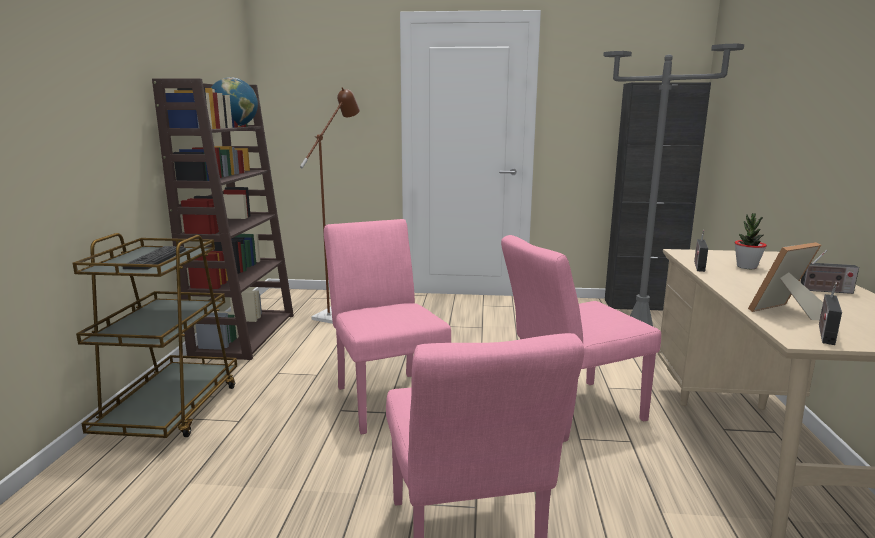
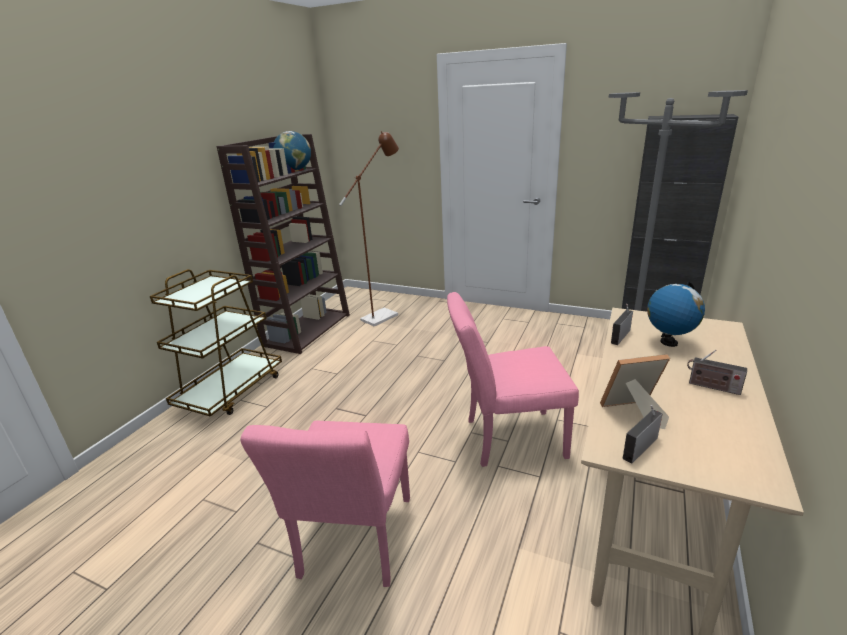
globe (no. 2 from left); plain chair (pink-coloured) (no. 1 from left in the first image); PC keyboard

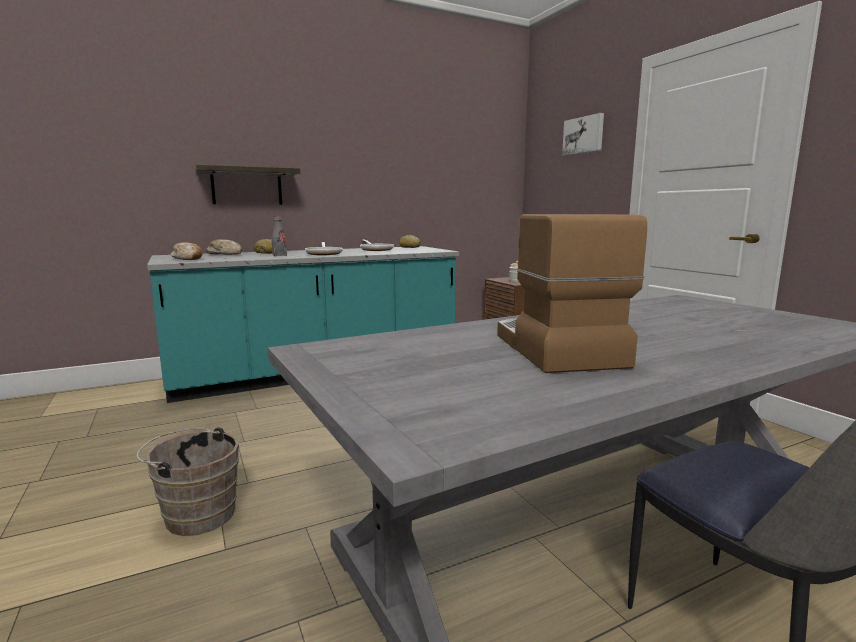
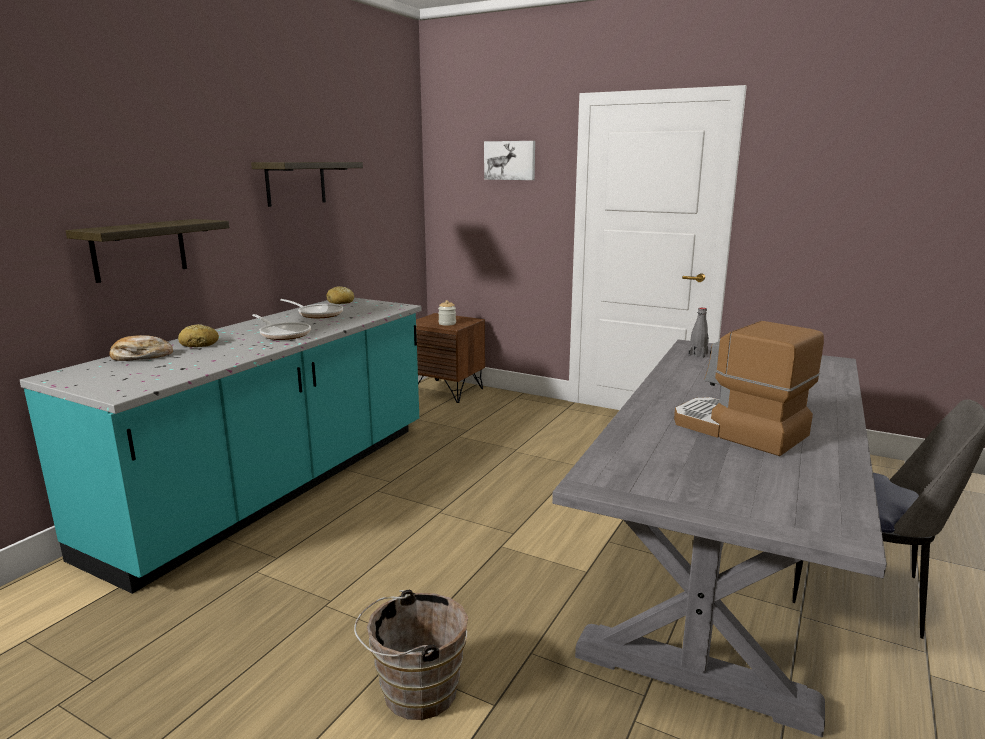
bottle (grey); bakery bread (no. 1 from left in the first image); bracket shelf (no. 2 from left)

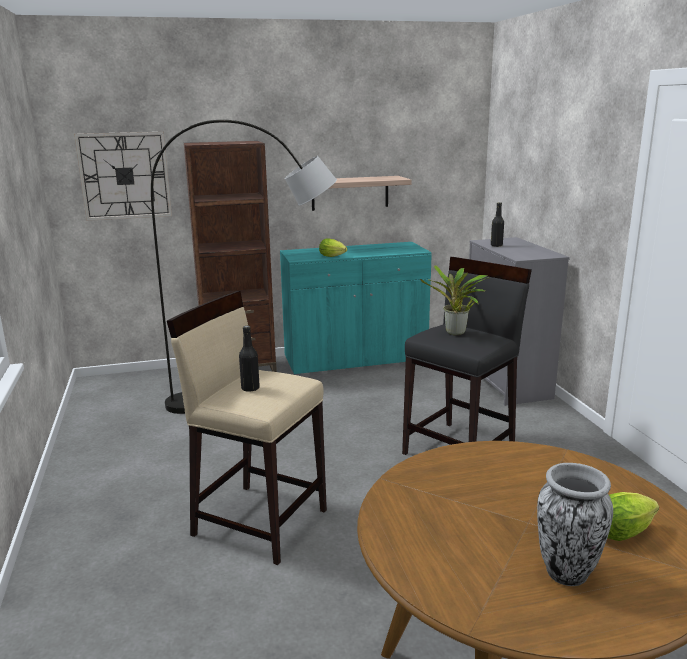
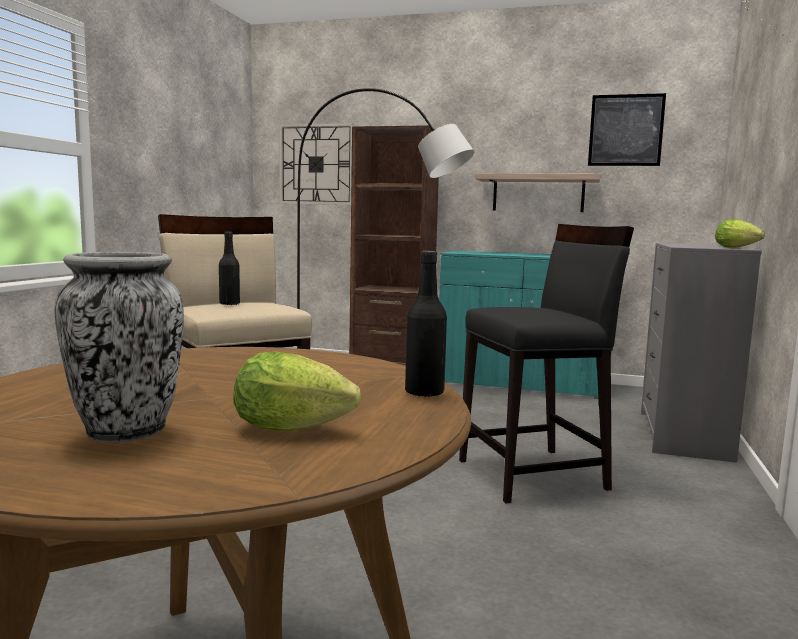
bottle (black-coloured) (no. 2 from left); head of lettuce (no. 2 from left); potted plant; picture

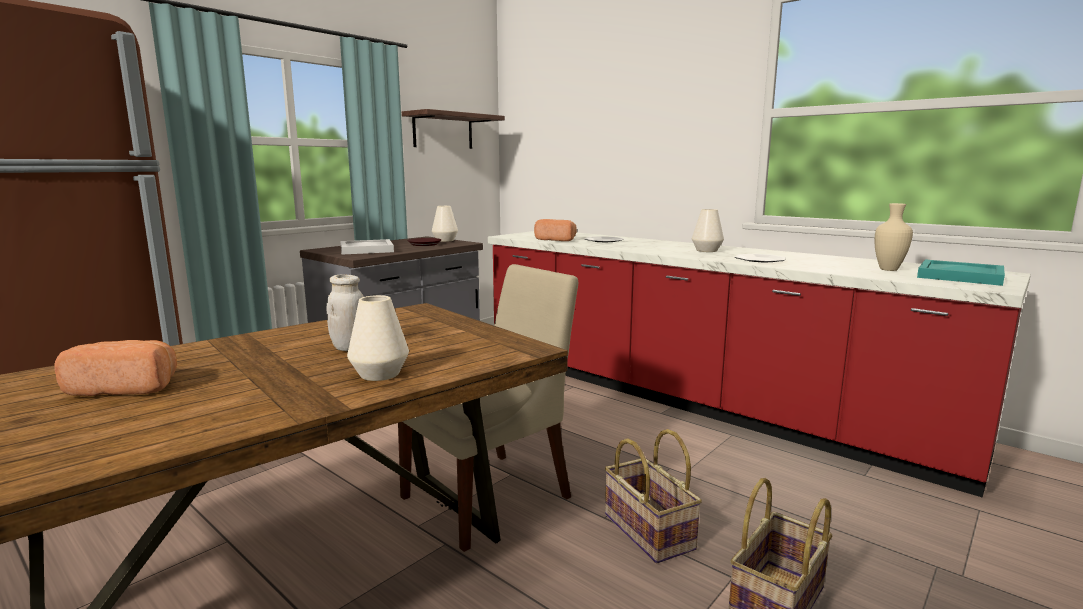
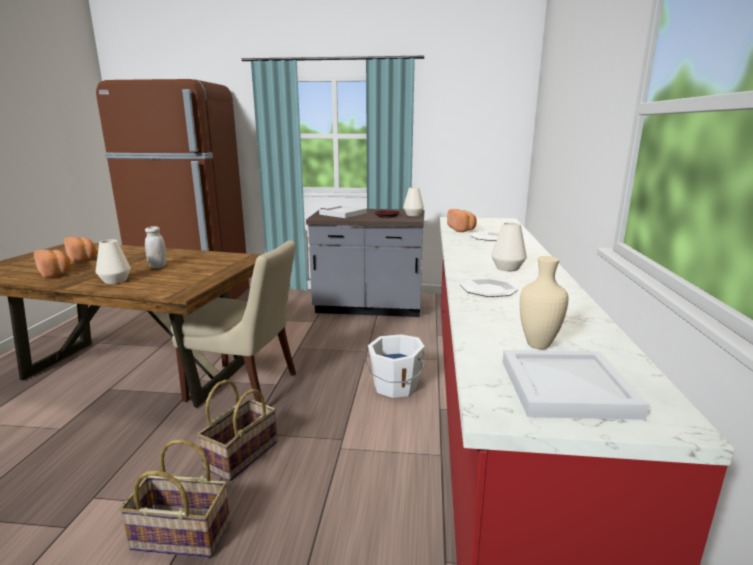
bracket shelf; carrying tray (whitish) (no. 2 from left); bakery bread (no. 1 from left); bucket (whitish)

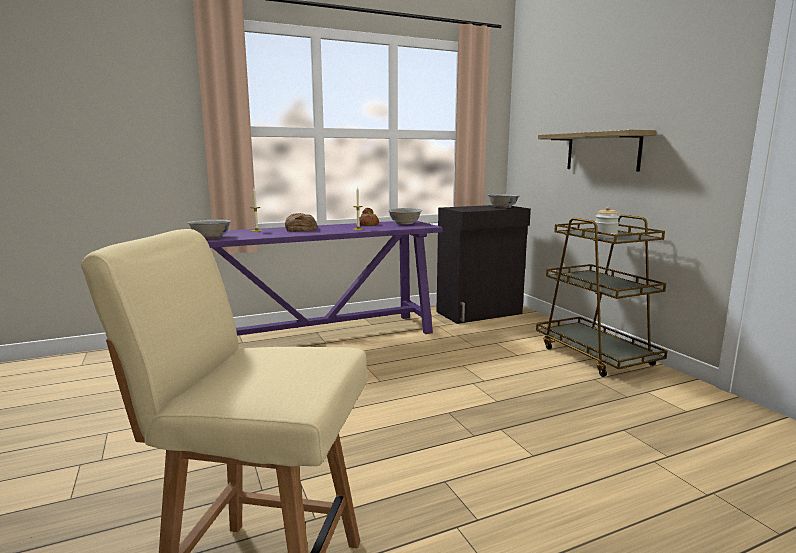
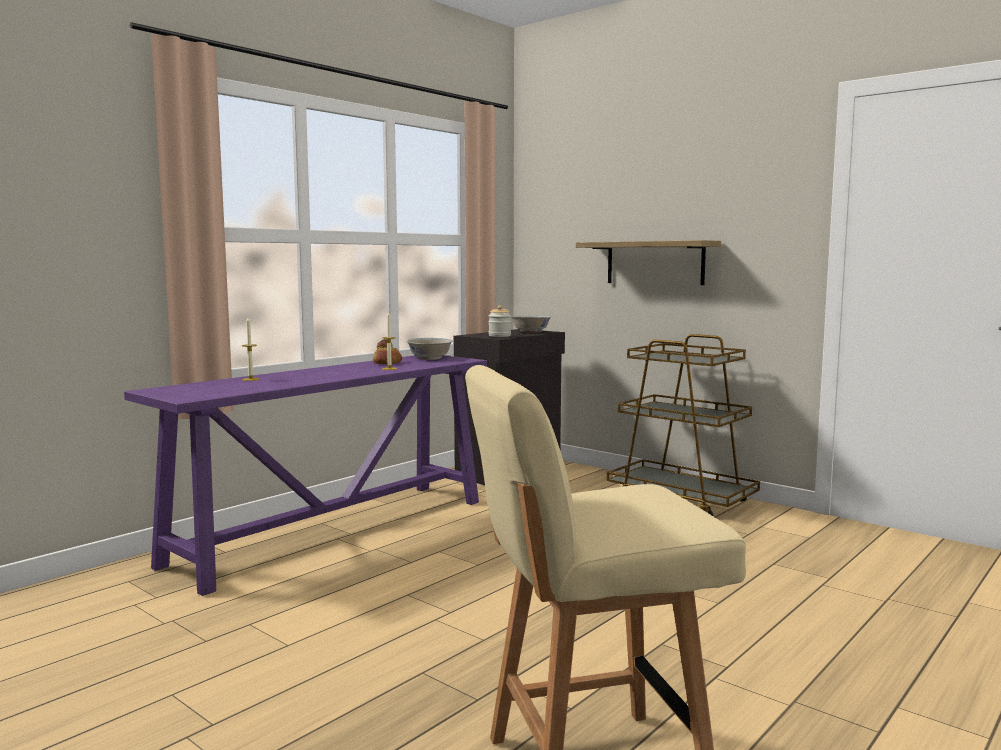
jar; bakery bread (no. 1 from left in the first image); serving bowl (whitish) (no. 1 from left in the first image)

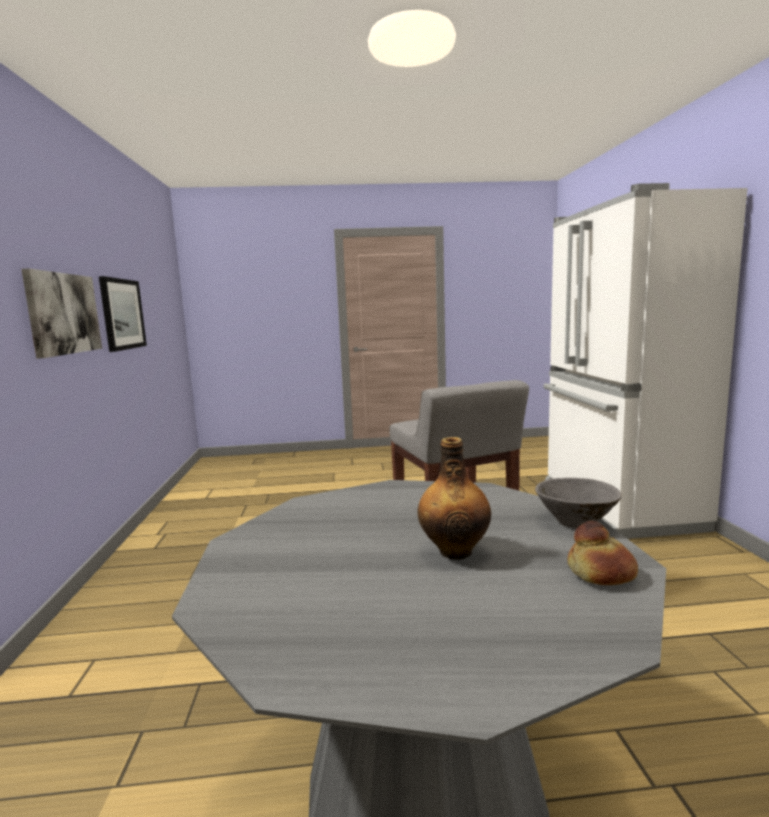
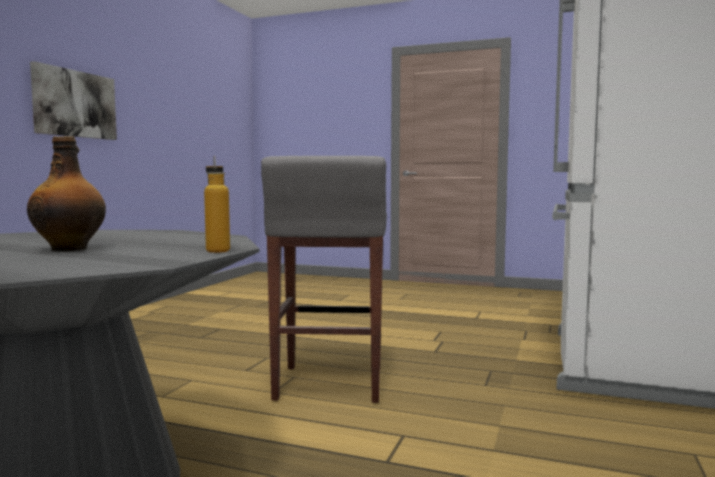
picture (no. 2 from left in the first image); bottle (no. 2 from left); bakery bread

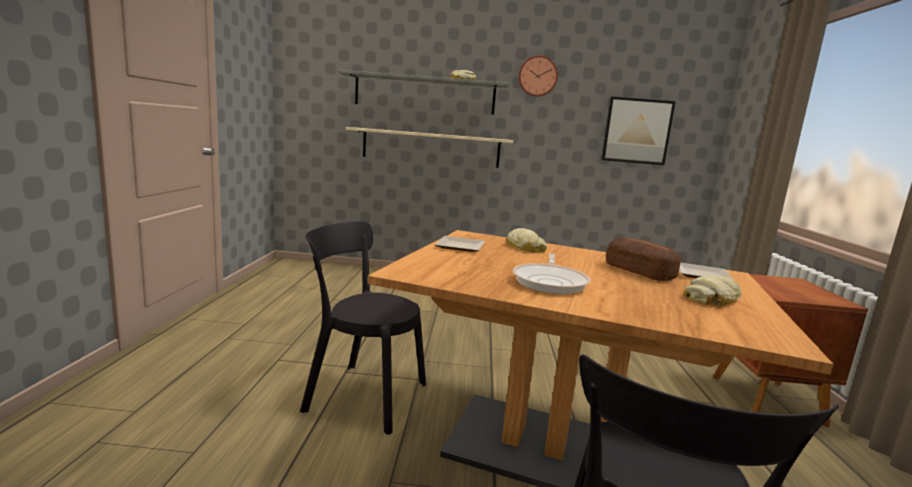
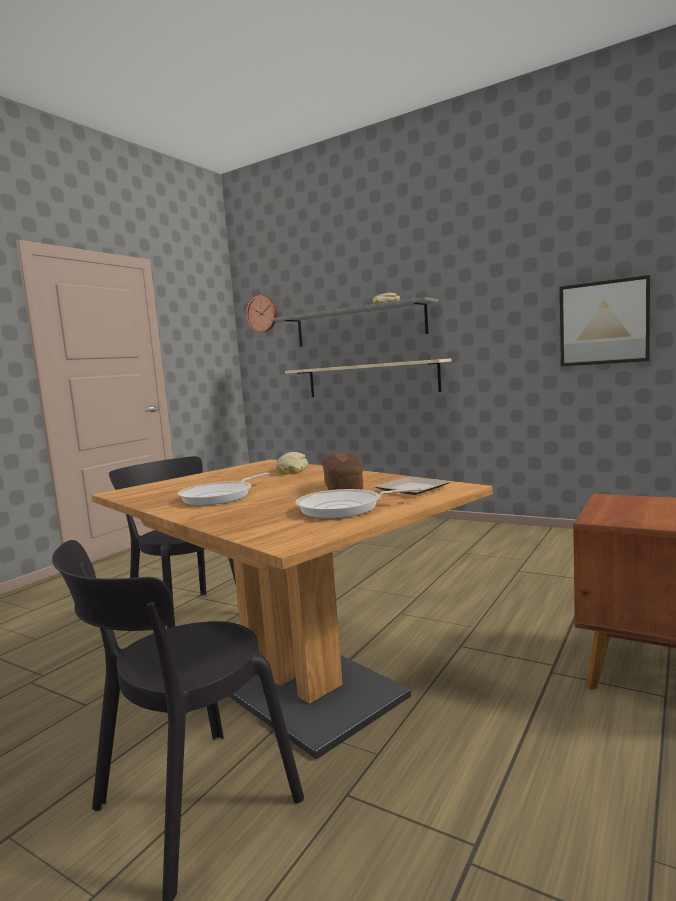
hanging clock; flat dish (no. 1 from left in the first image); skillet (no. 2 from left)

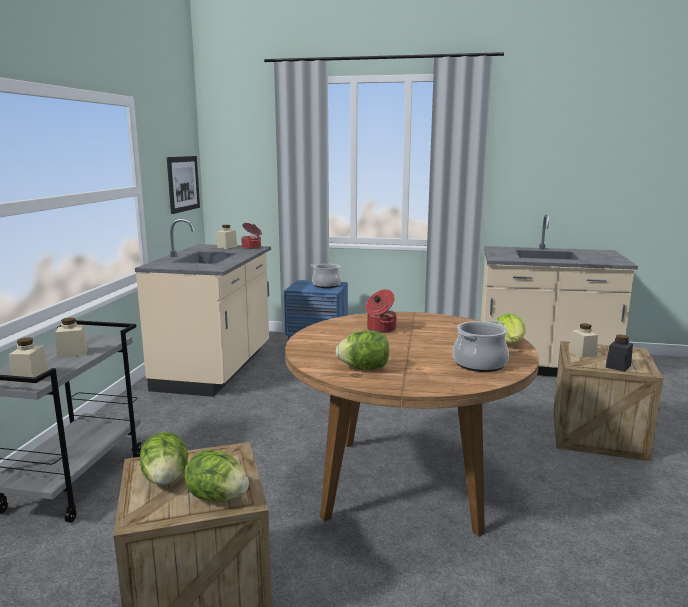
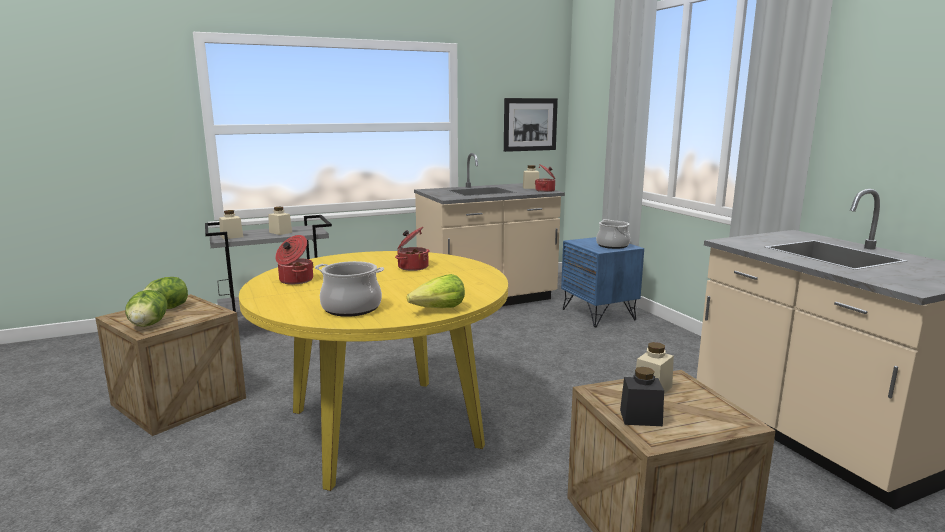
kitchen table (yellowish); stockpot (no. 1 from left)

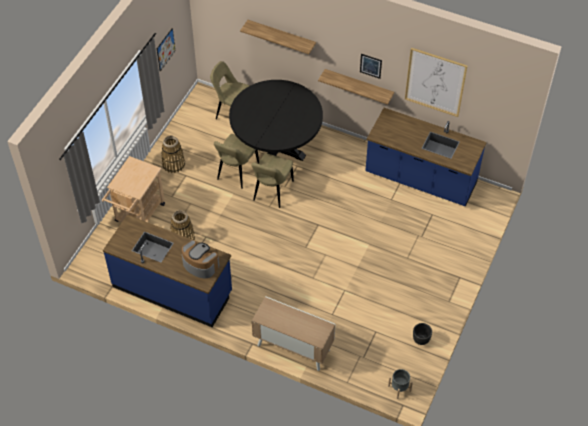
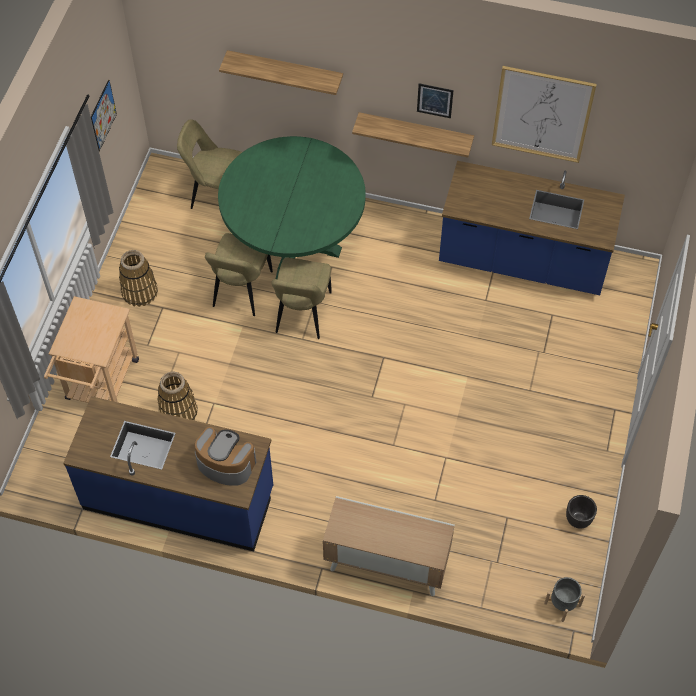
kitchen table (green)

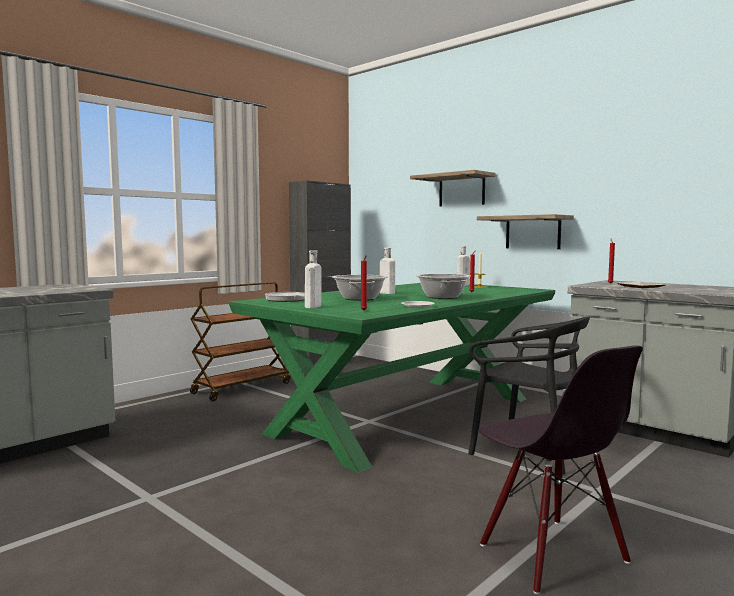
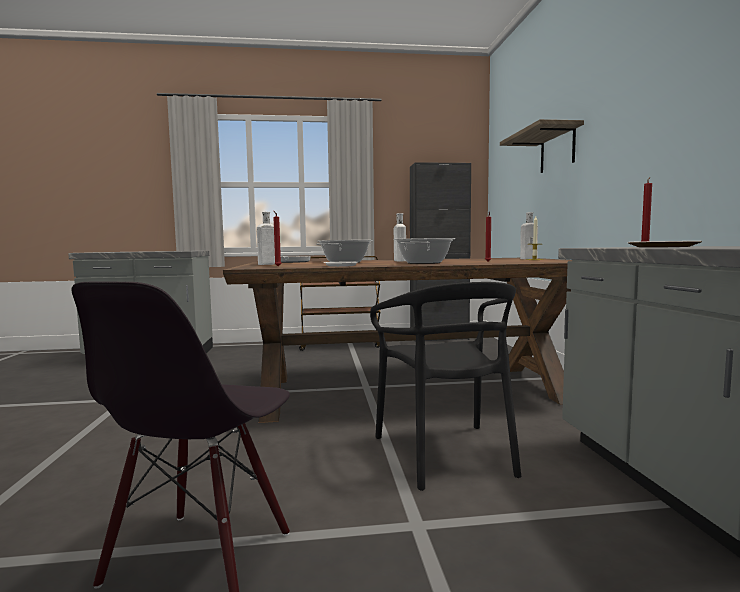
bracket shelf (no. 2 from left in the first image); kitchen table (brown)

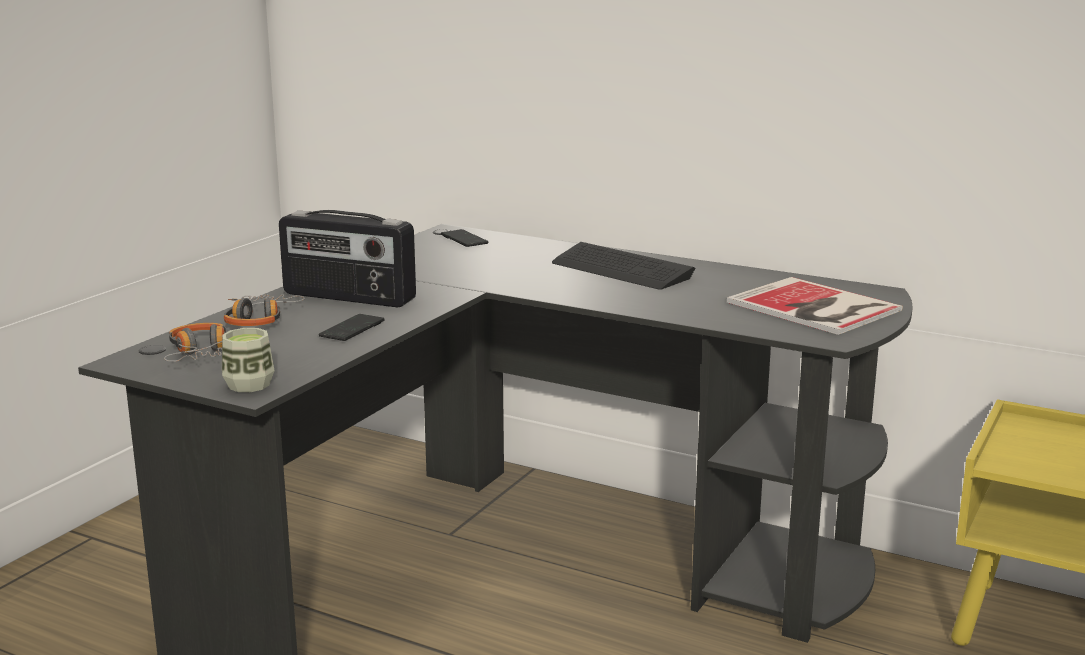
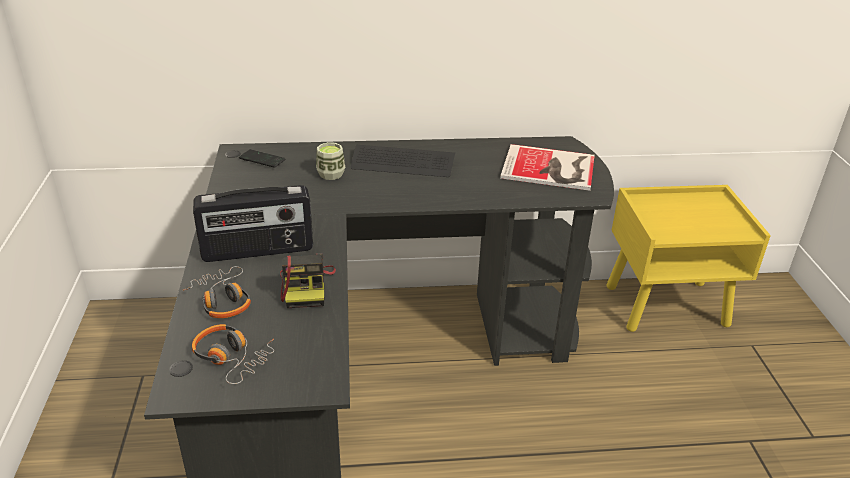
still camera; cup

